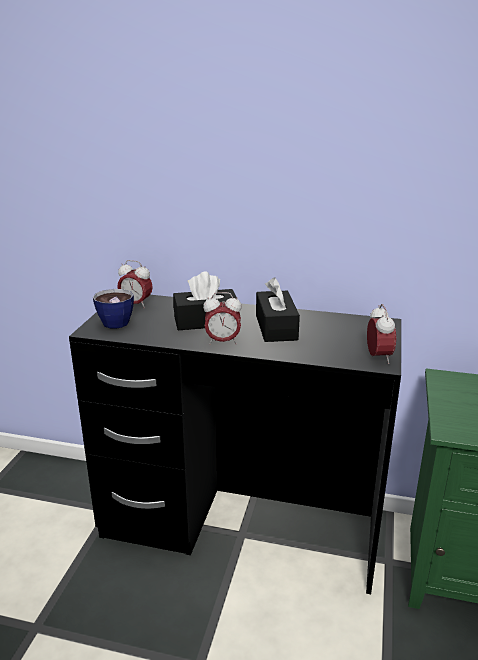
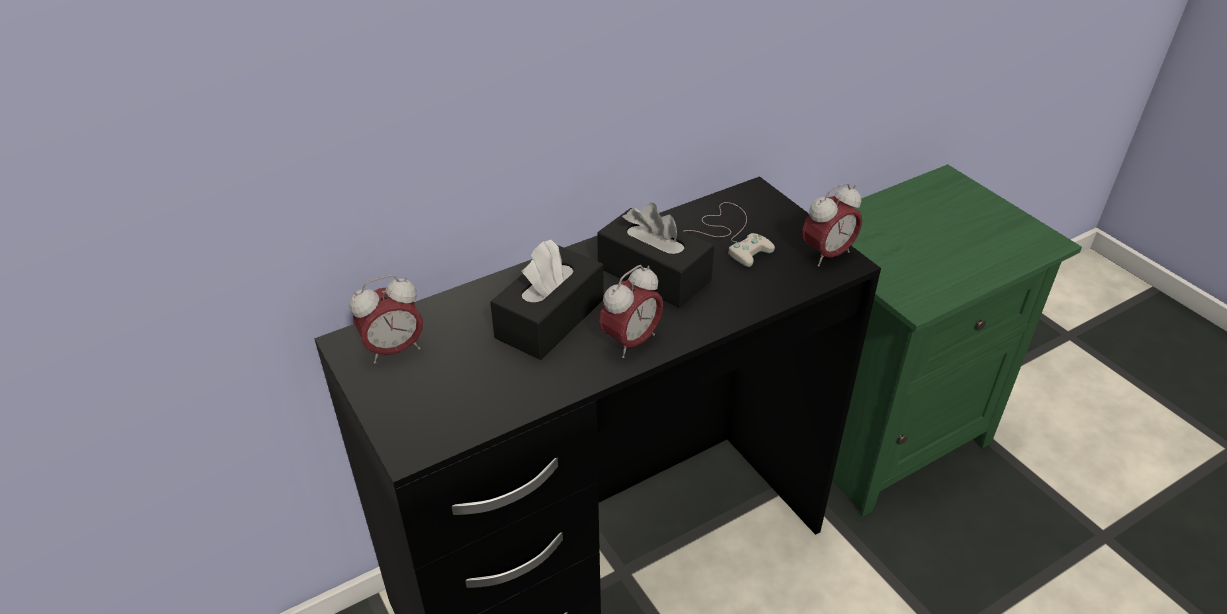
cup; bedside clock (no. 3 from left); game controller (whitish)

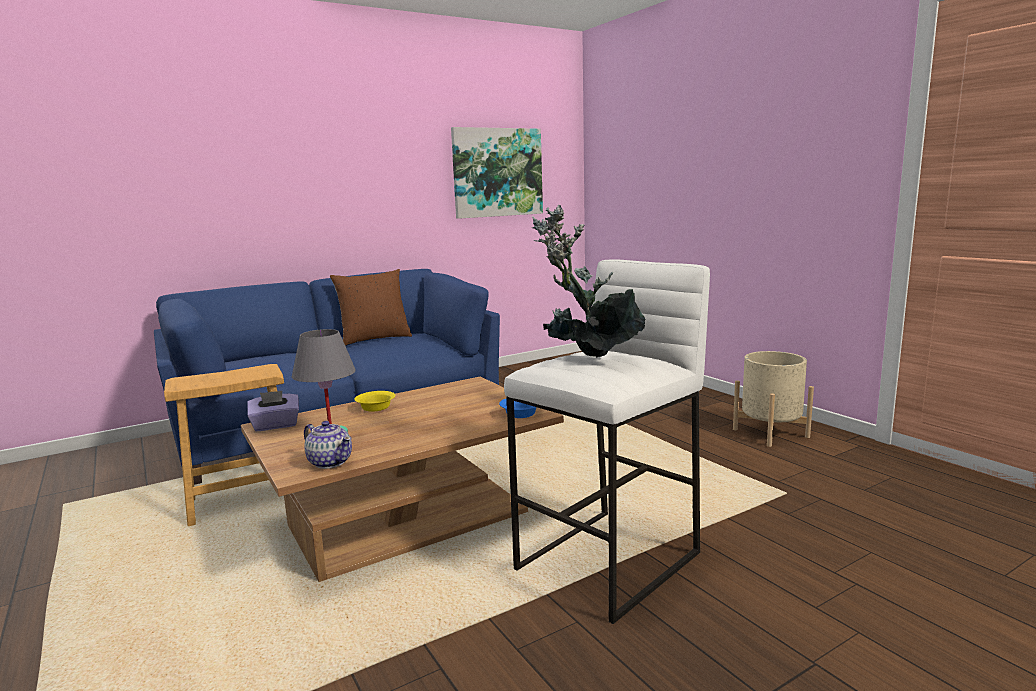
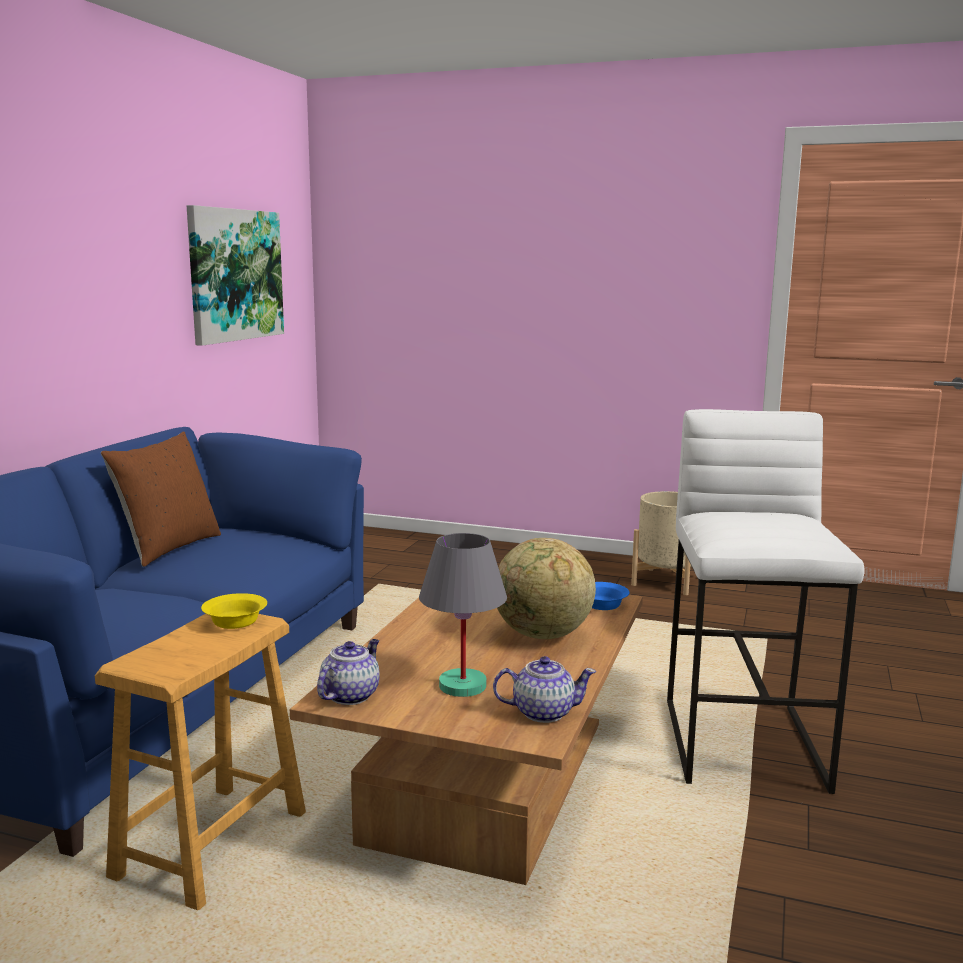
potted plant; tea pot (no. 1 from left); serving bowl (yellowish); globe

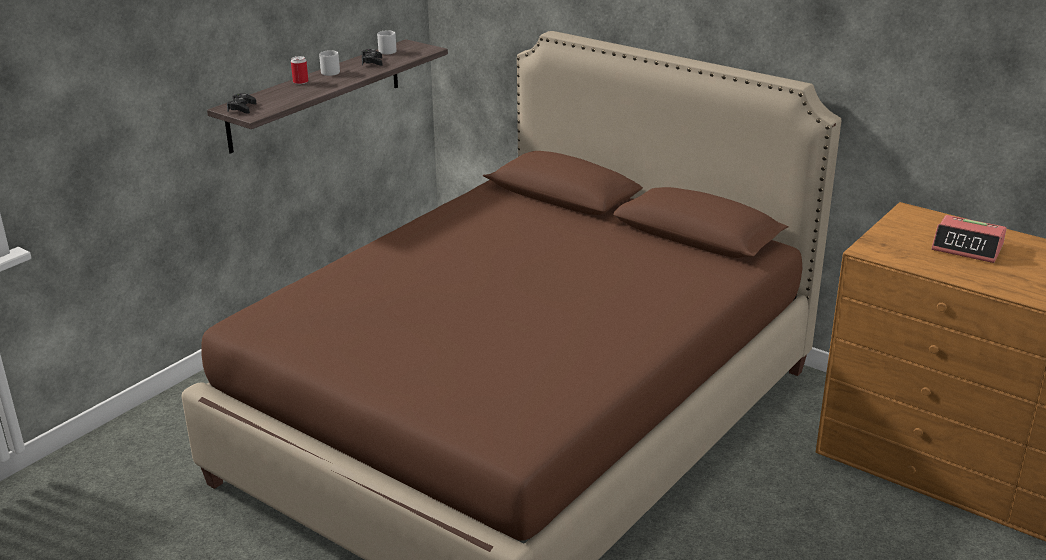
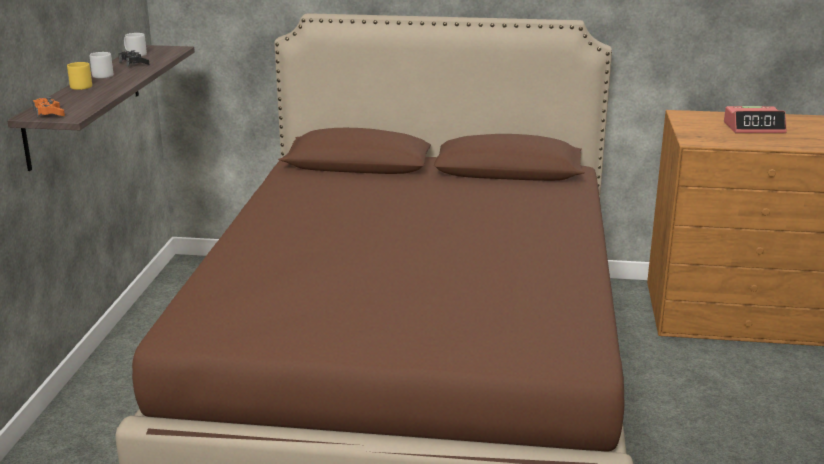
coffee mug (yellowish); game controller (orange-coloured)

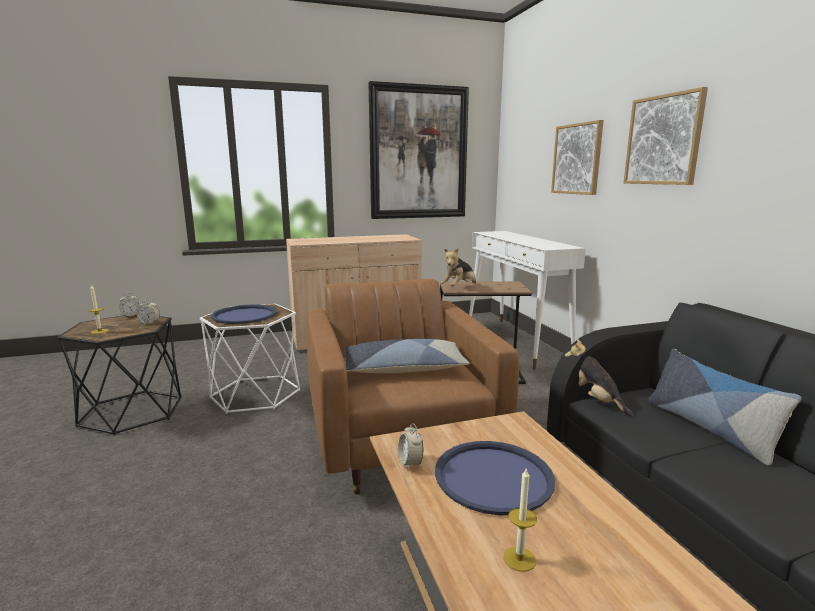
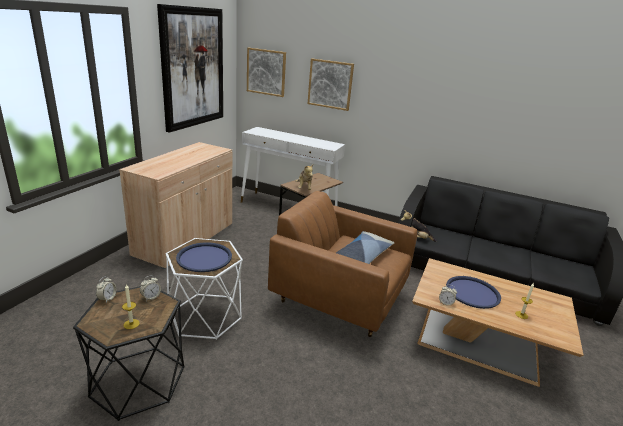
picture (no. 2 from left); cushion (no. 2 from left in the first image)

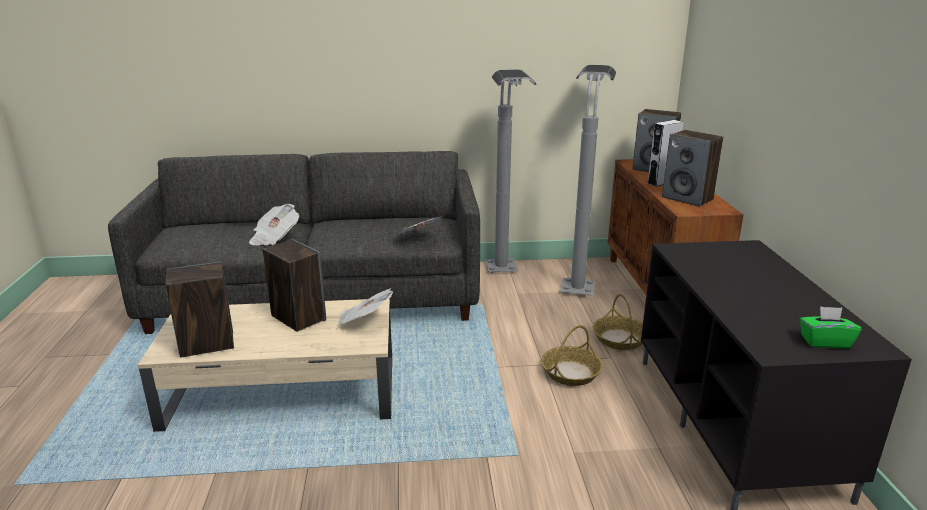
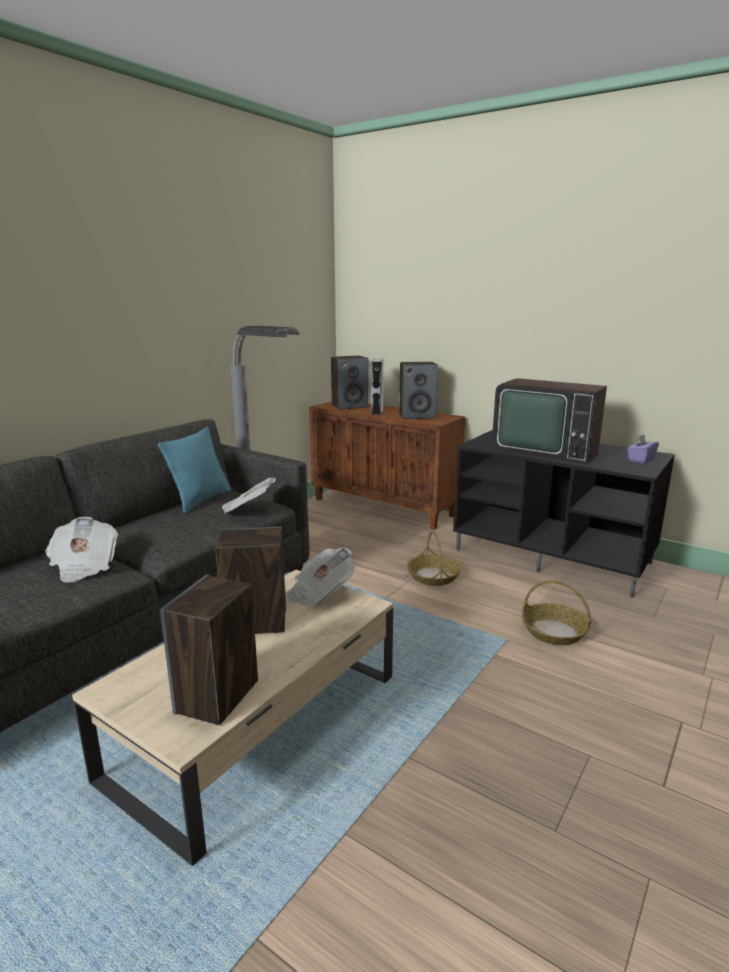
standing lamp (grey) (no. 2 from left in the first image); household basket (no. 2 from left); box of tissues (purple); television; cushion (turquoise)

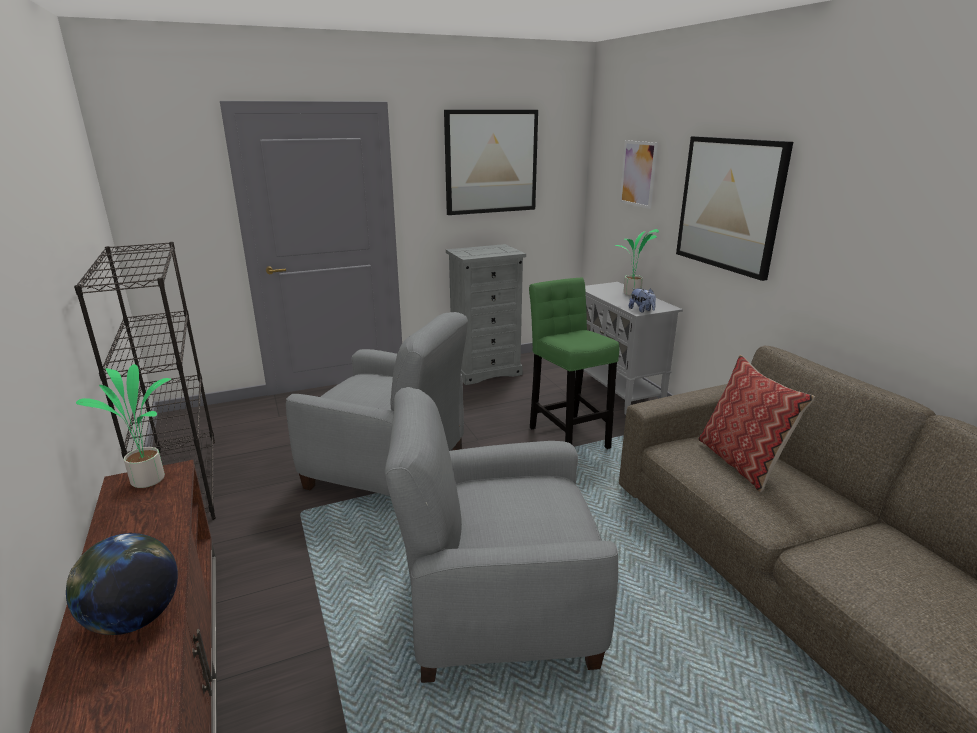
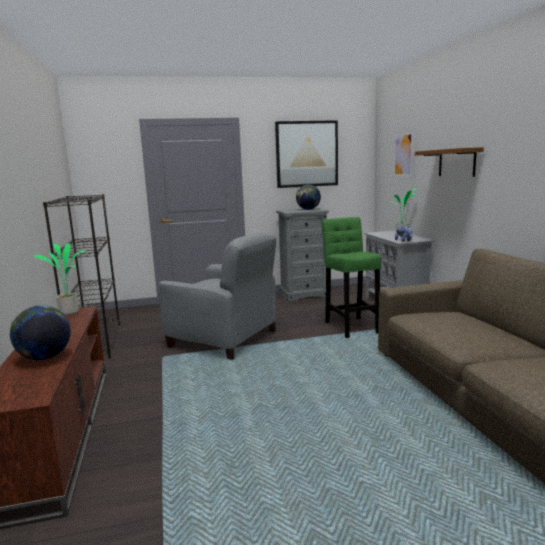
bracket shelf (brown); cushion; armchair (grey) (no. 2 from left in the first image); globe (no. 2 from left)

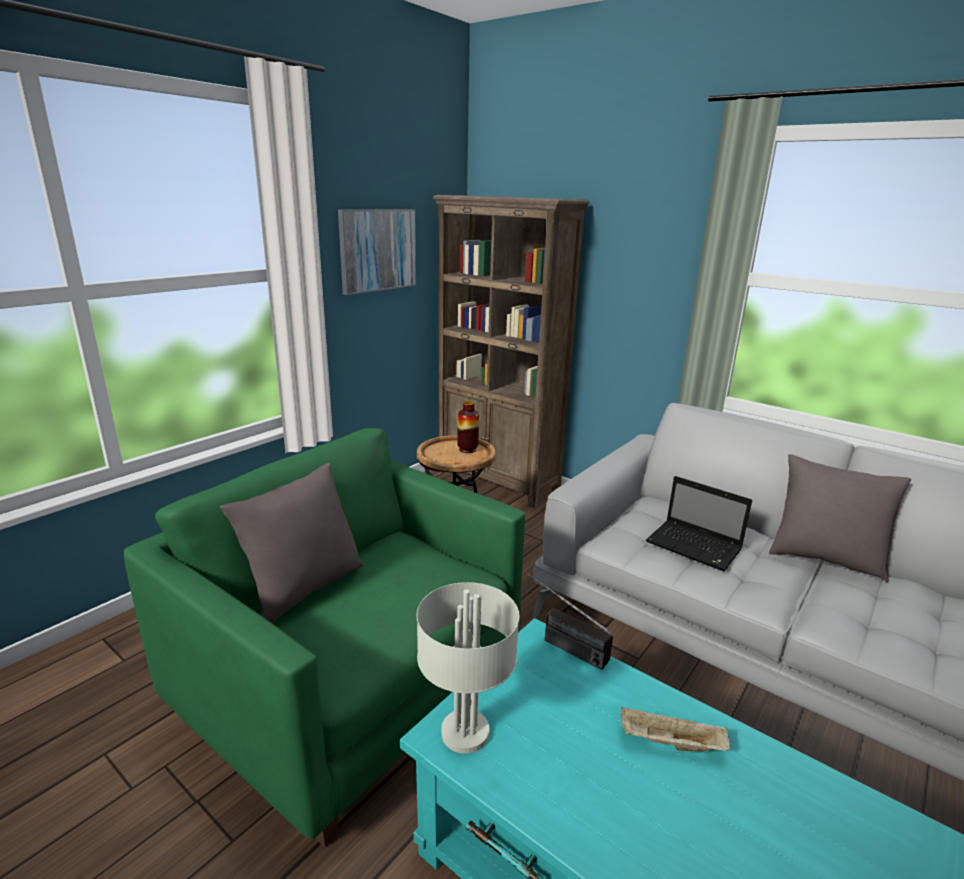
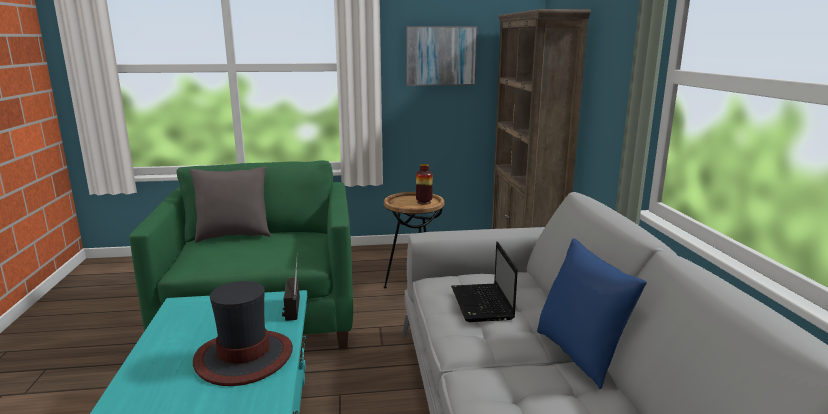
cushion (blue-coloured); tabletop lamp (grey); clothing hat

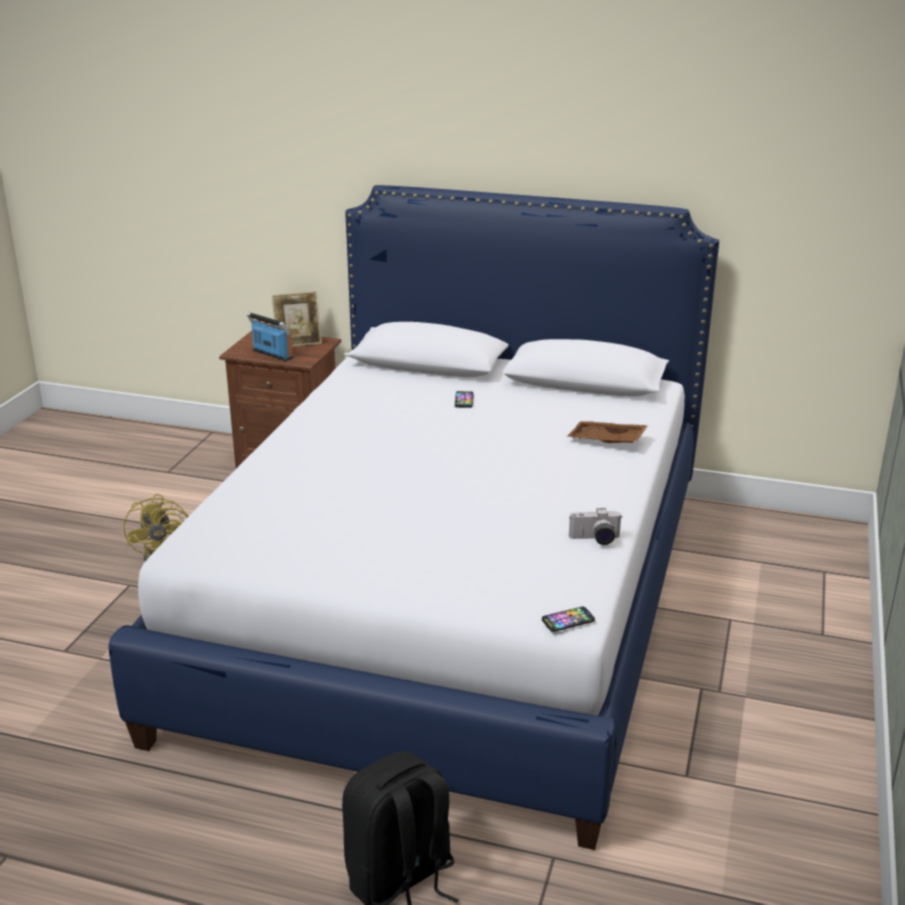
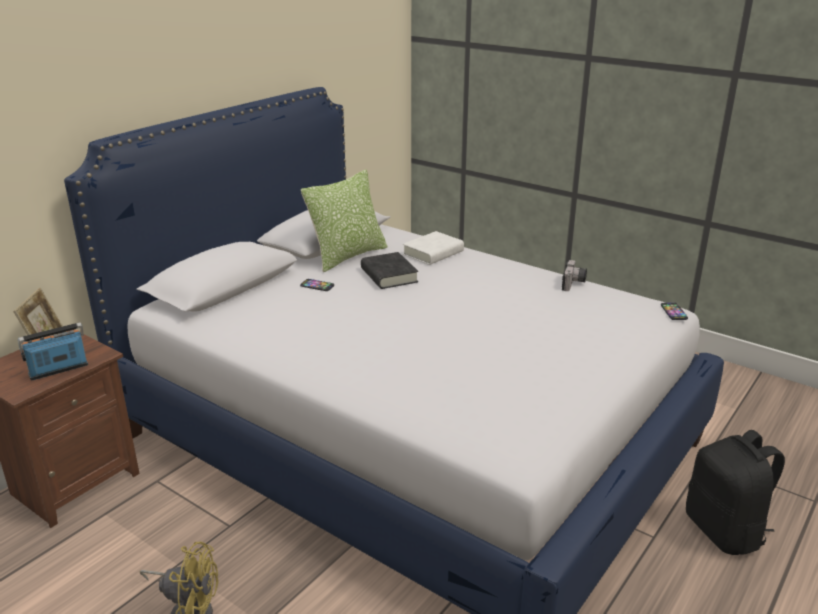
book (whitish); cushion; book (black-coloured)

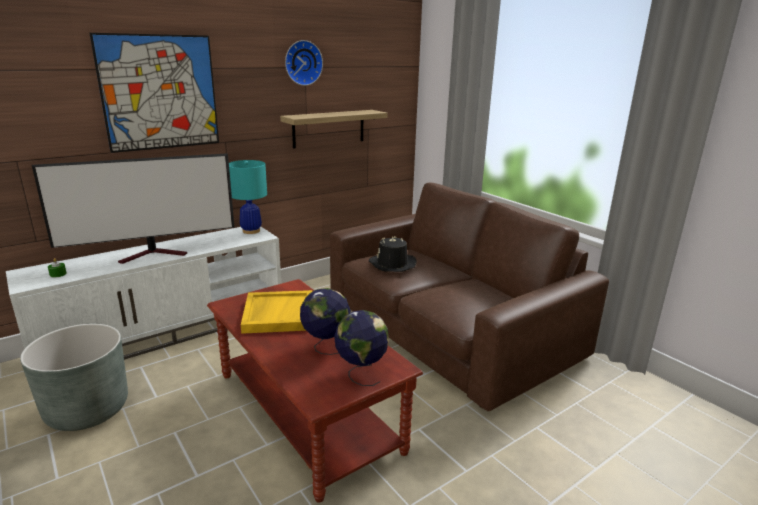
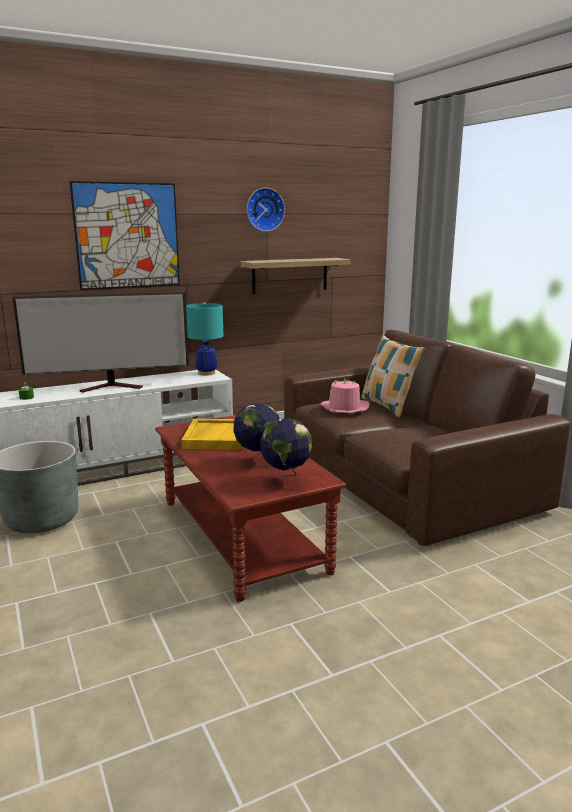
clothing hat (pink-coloured); cushion

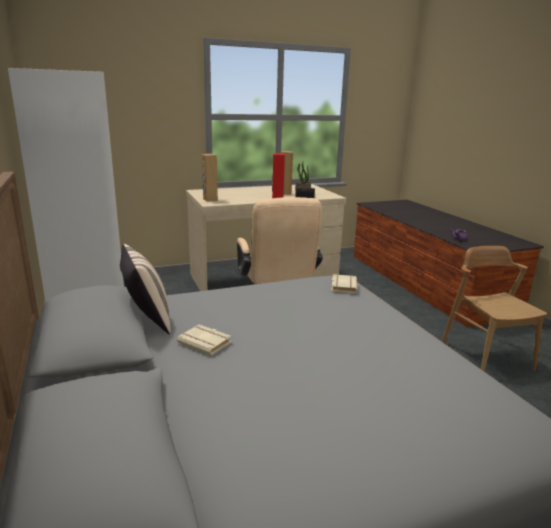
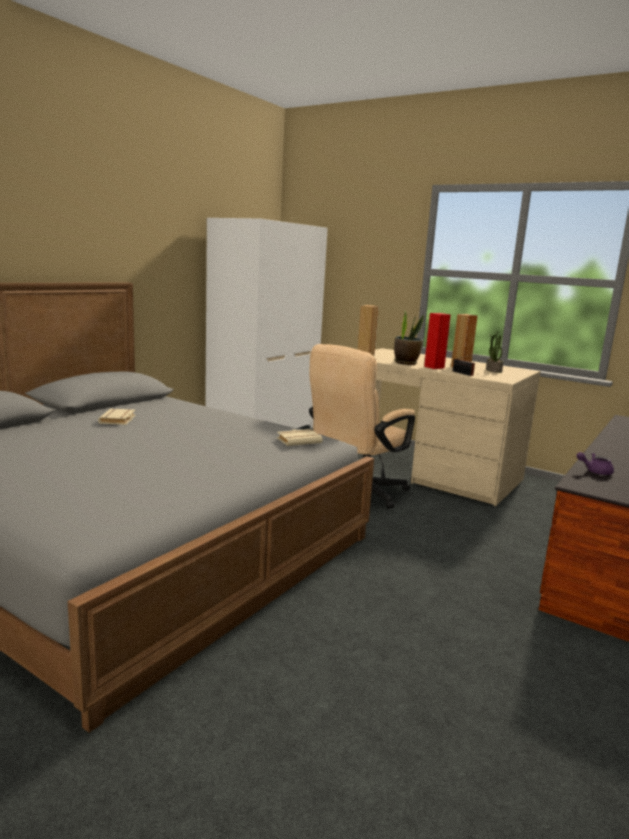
cushion (sand-coloured); plain chair (brown); potted plant (no. 1 from left)

